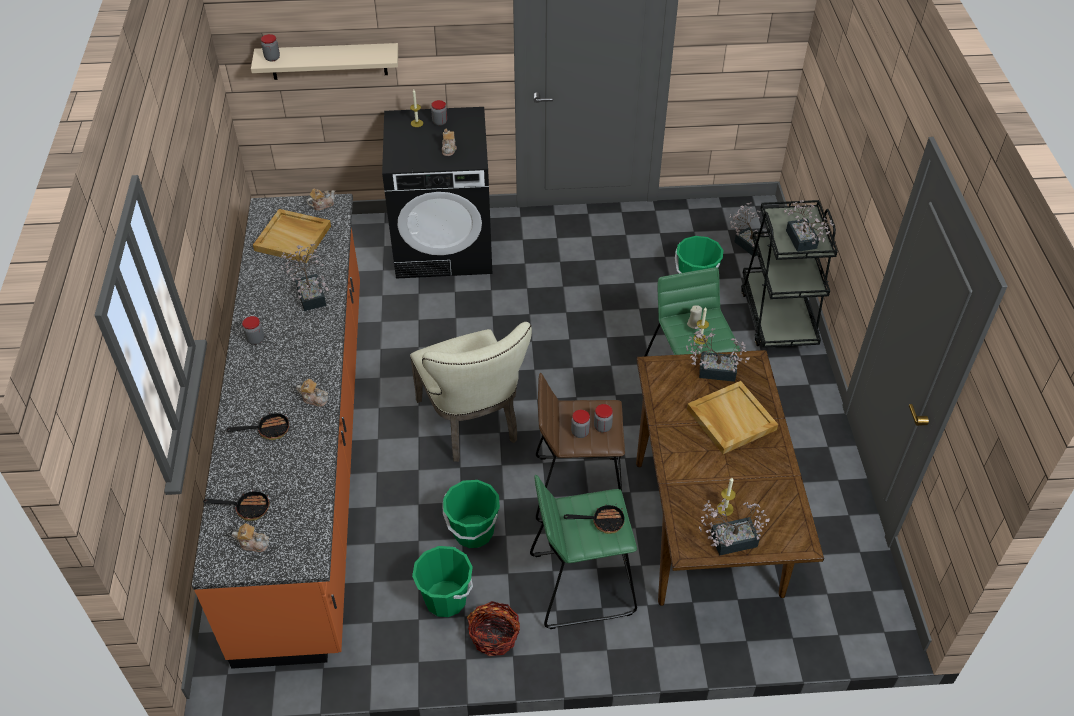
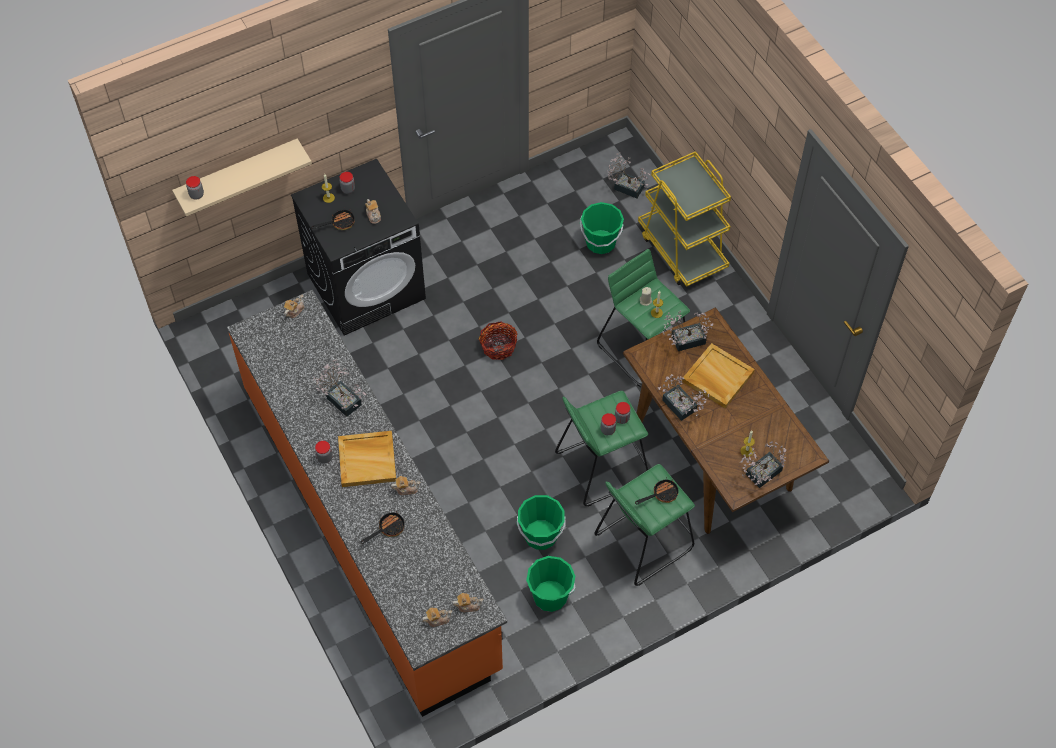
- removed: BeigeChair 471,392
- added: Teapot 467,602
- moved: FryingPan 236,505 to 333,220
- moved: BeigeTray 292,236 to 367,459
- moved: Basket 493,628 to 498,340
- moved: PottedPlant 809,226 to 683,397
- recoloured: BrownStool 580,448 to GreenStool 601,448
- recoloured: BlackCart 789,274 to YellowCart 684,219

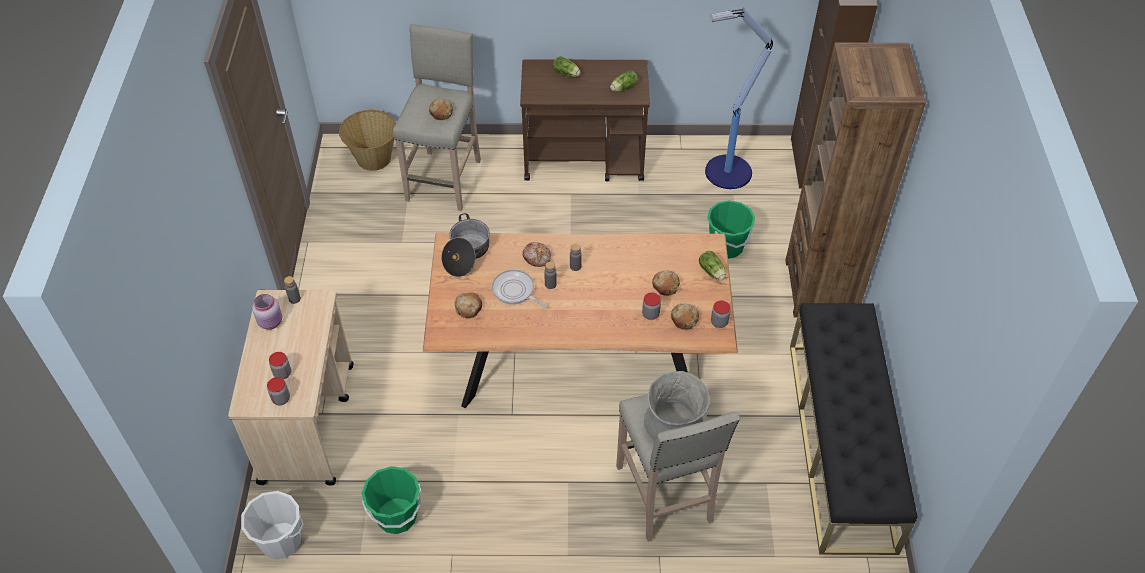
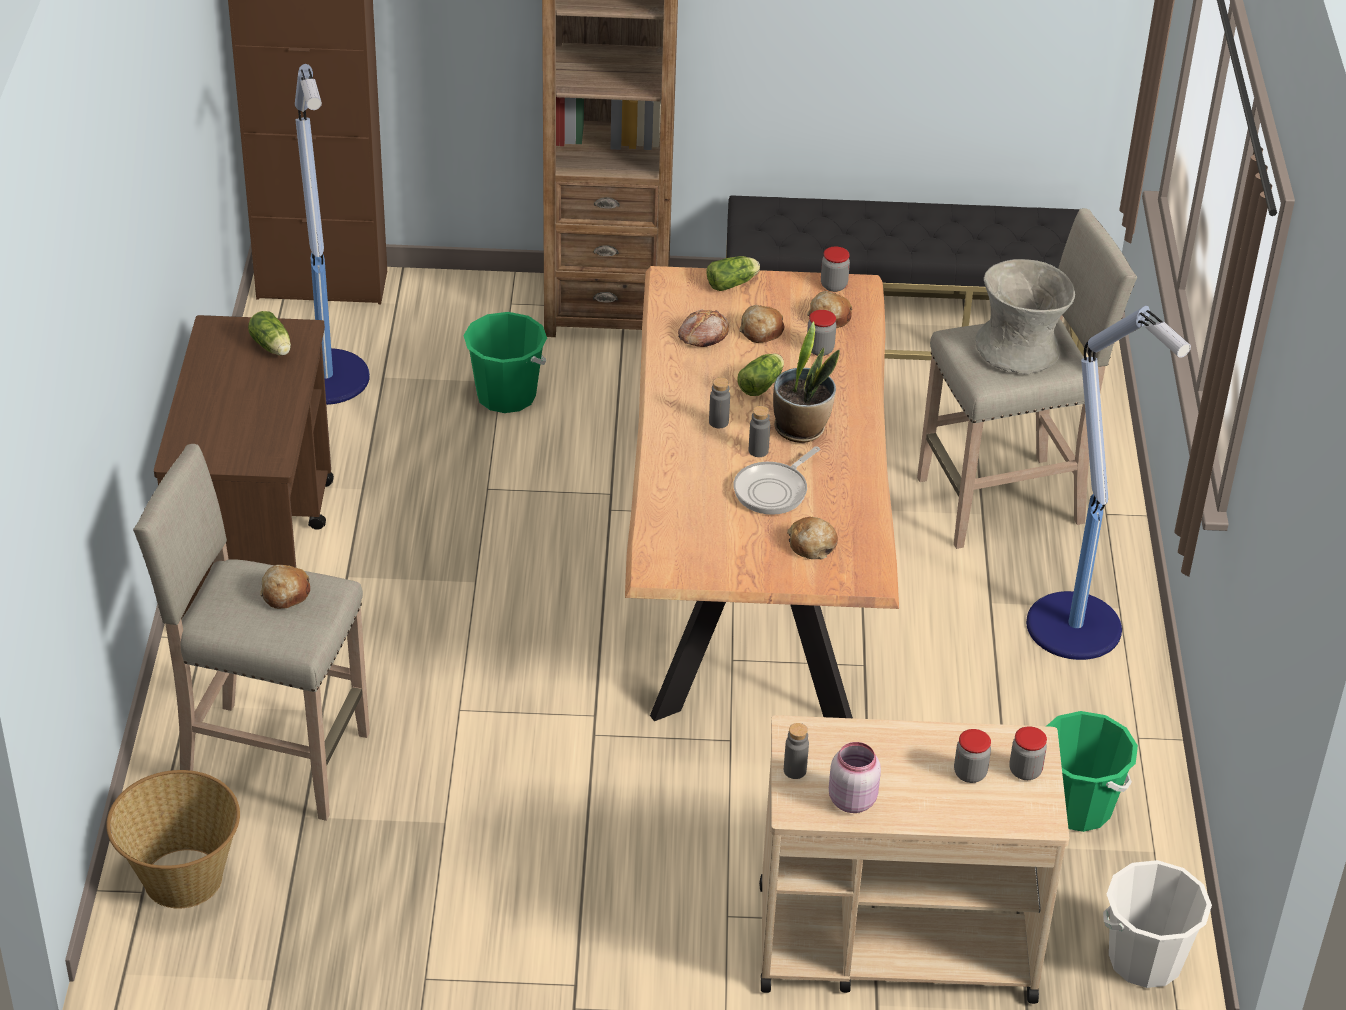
- removed: CookingPot 465,245
- added: PottedPlant 806,382
- added: FloorLamp 1108,483
- moved: Bread 537,254 to 703,328
- moved: Lettuce 567,66 to 760,374

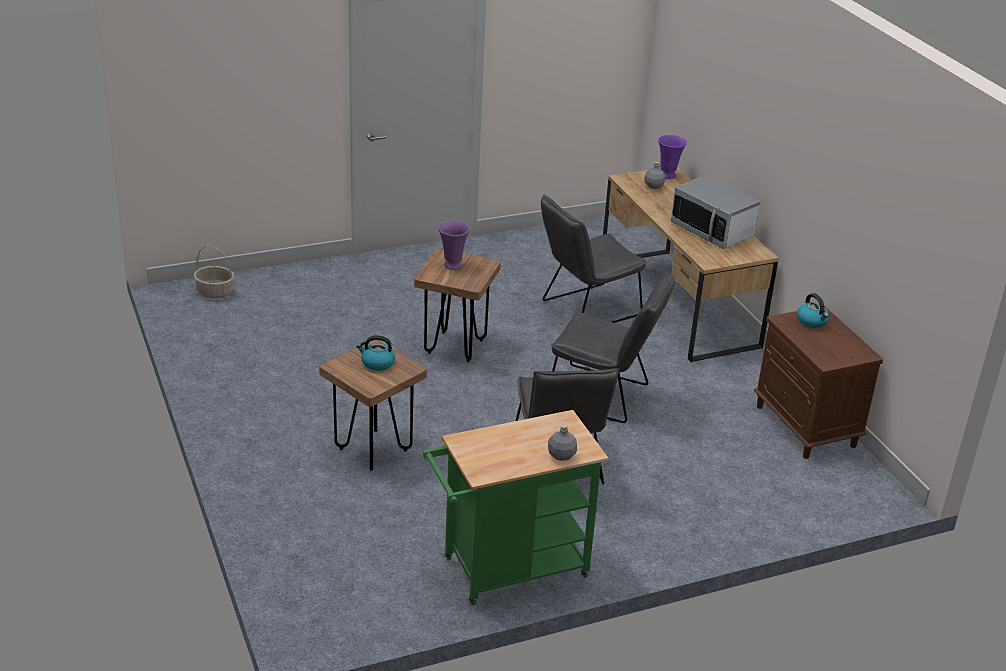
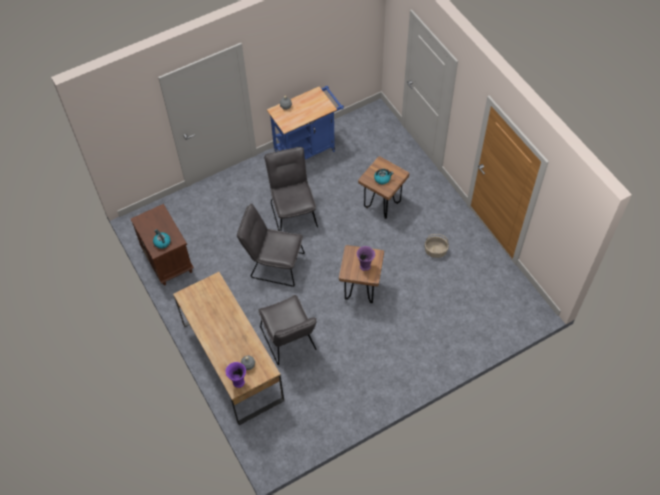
- removed: Microwave 715,212
- moved: Basket 214,272 to 437,246
- recoloured: GreenCart 516,508 to BlueCart 305,123
- turned: GreyChair 594,258 = 288,330 105 degrees clockwise

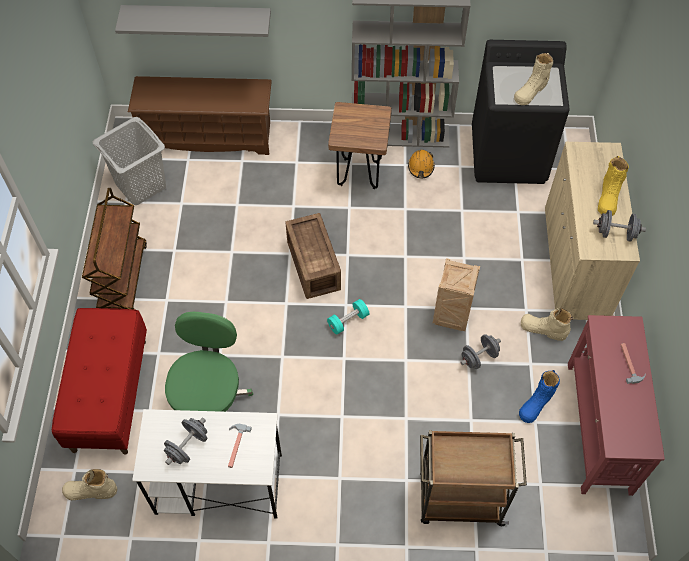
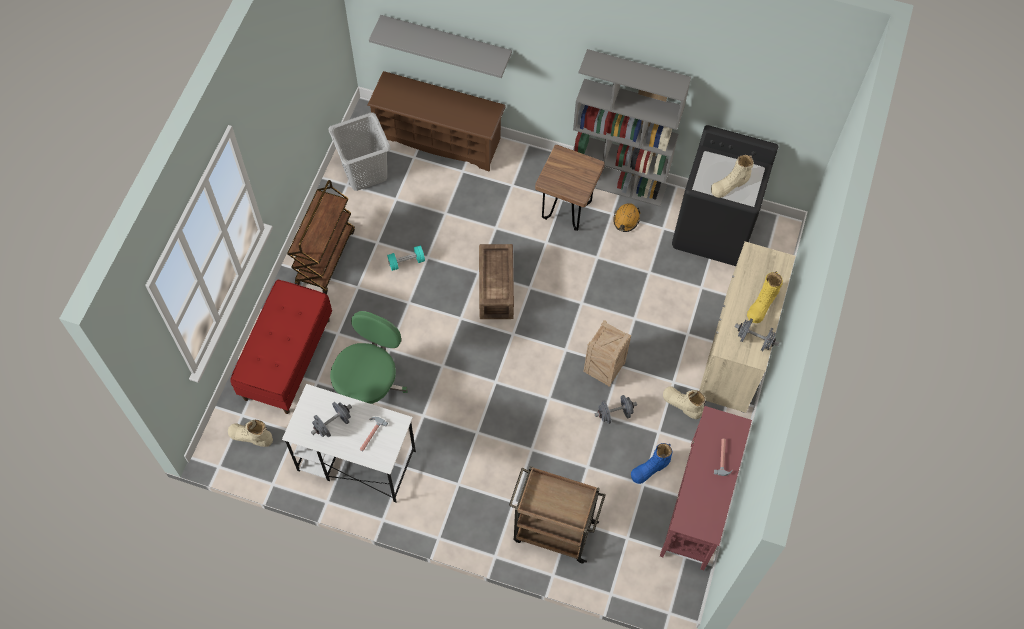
- moved: TurquoiseDumbbell 348,317 to 406,258

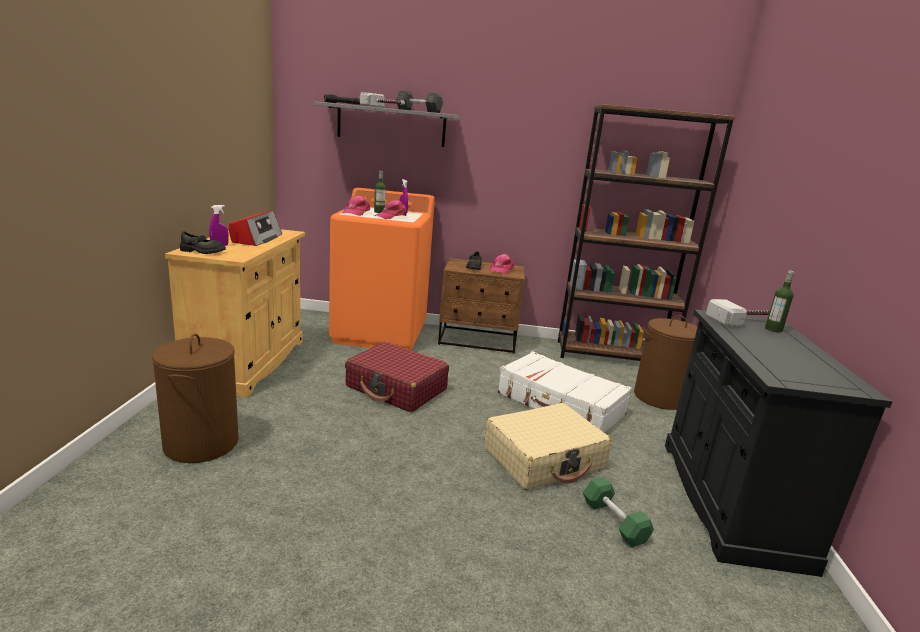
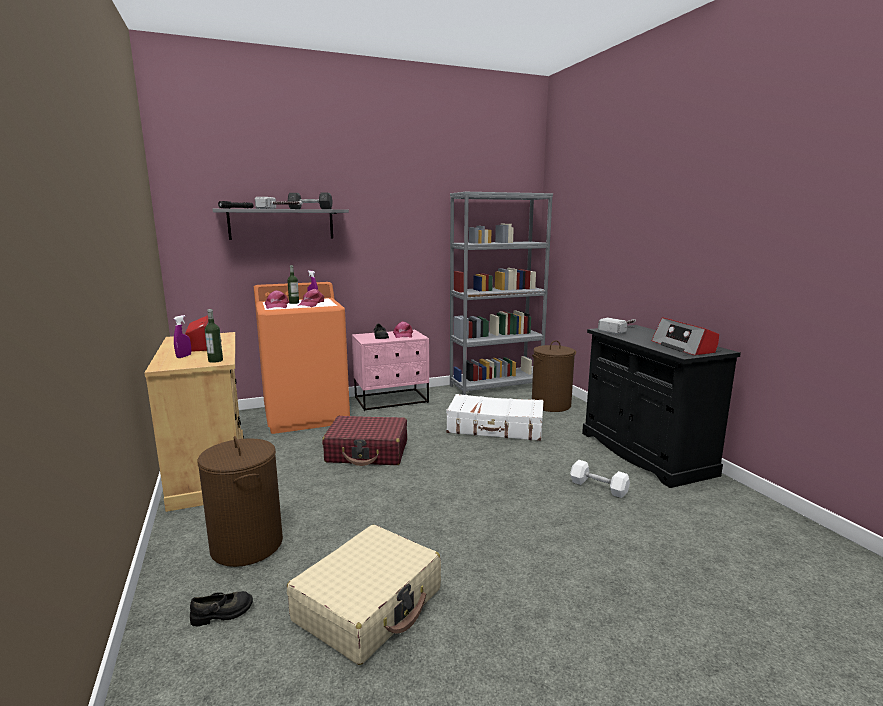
- added: Radio 685,336
- moved: BlackShoe 203,242 to 221,608
- moved: BeigeSuitcase 548,446 to 364,595
- moved: Bottle 779,301 to 214,336
- recoloured: BrownNightstand 481,306 to PinkNightstand 390,370
- recoloured: BrownBookcase 646,232 to GreyBookcase 501,293
- recoloured: GreenDumbbell 618,512 to WhiteDumbbell 600,479

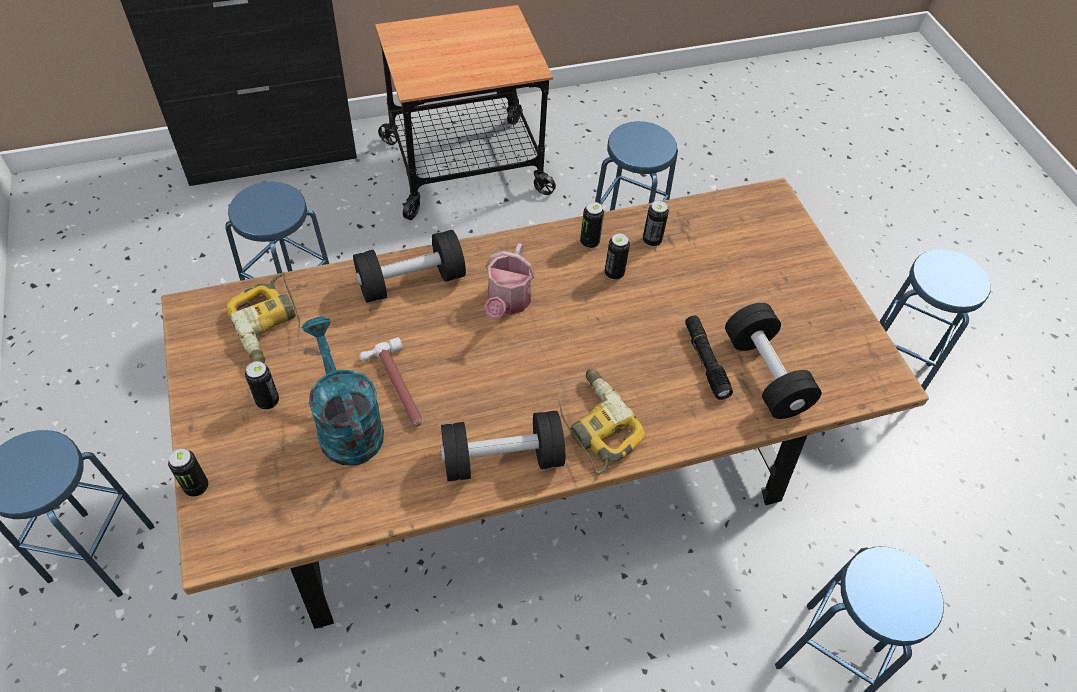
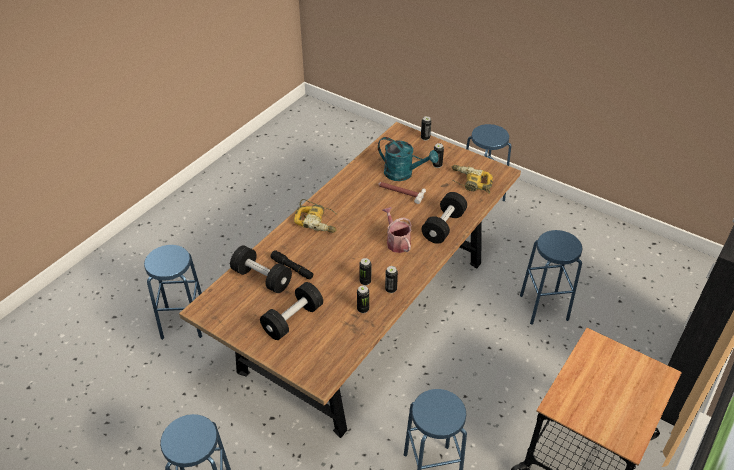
- moved: BlackDumbbell 502,446 to 291,311

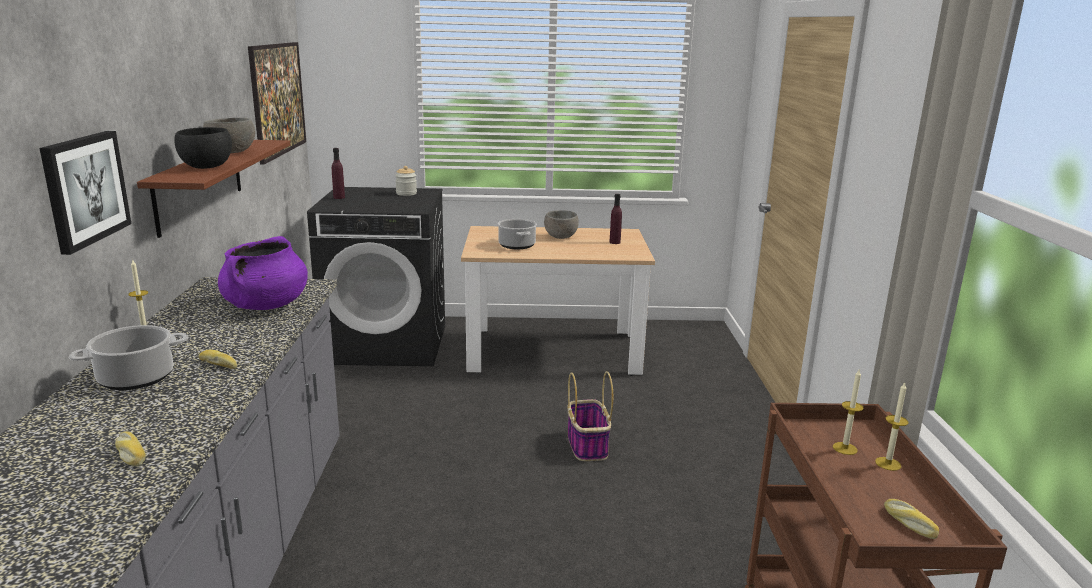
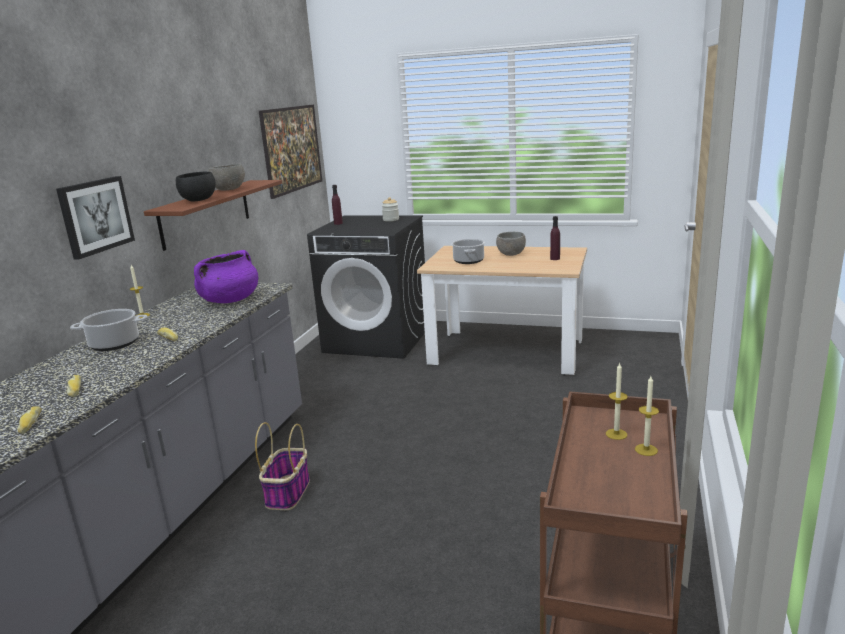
- moved: Basket 590,416 to 282,466
- moved: Bread 911,519 to 29,420

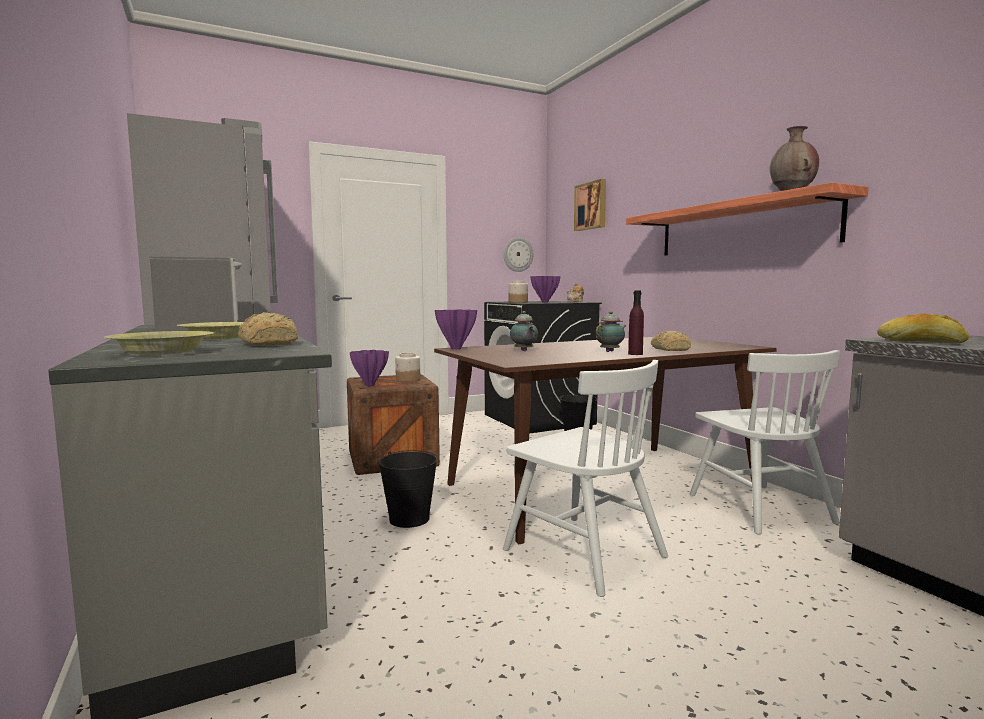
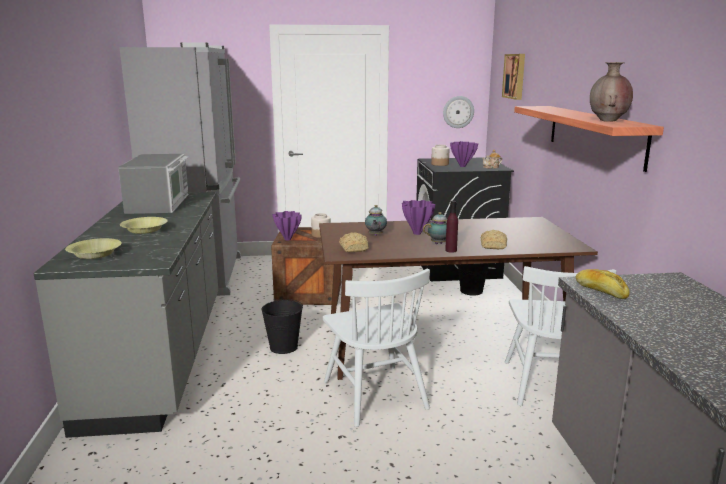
- moved: Bread 268,328 to 354,242
- moved: PurpleVase 456,330 to 419,217

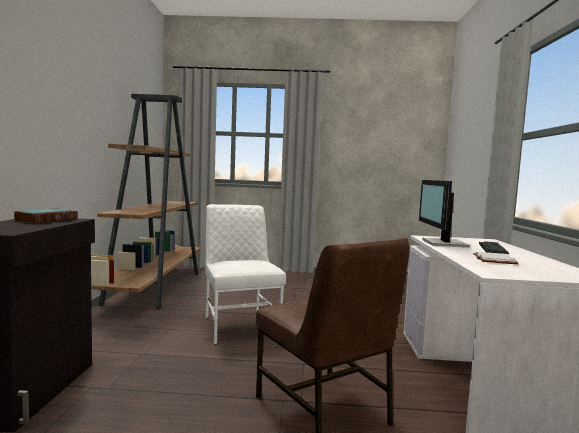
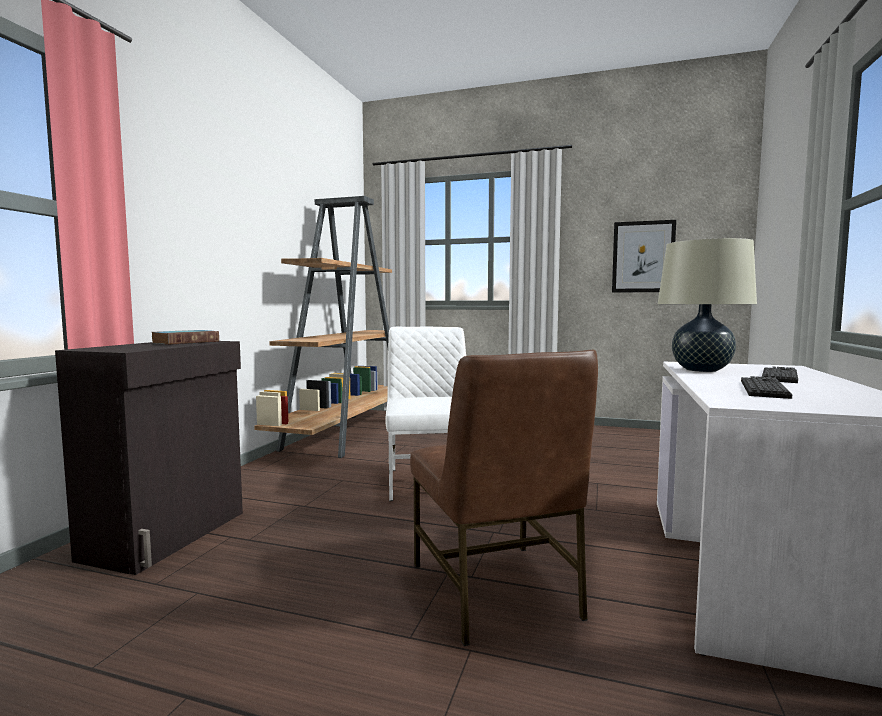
- added: Picture 644,256
- replaced: Monitor 444,214 to BeigeTableLamp 707,305
- replaced: WhiteBook 496,258 to Keyboard 766,387

